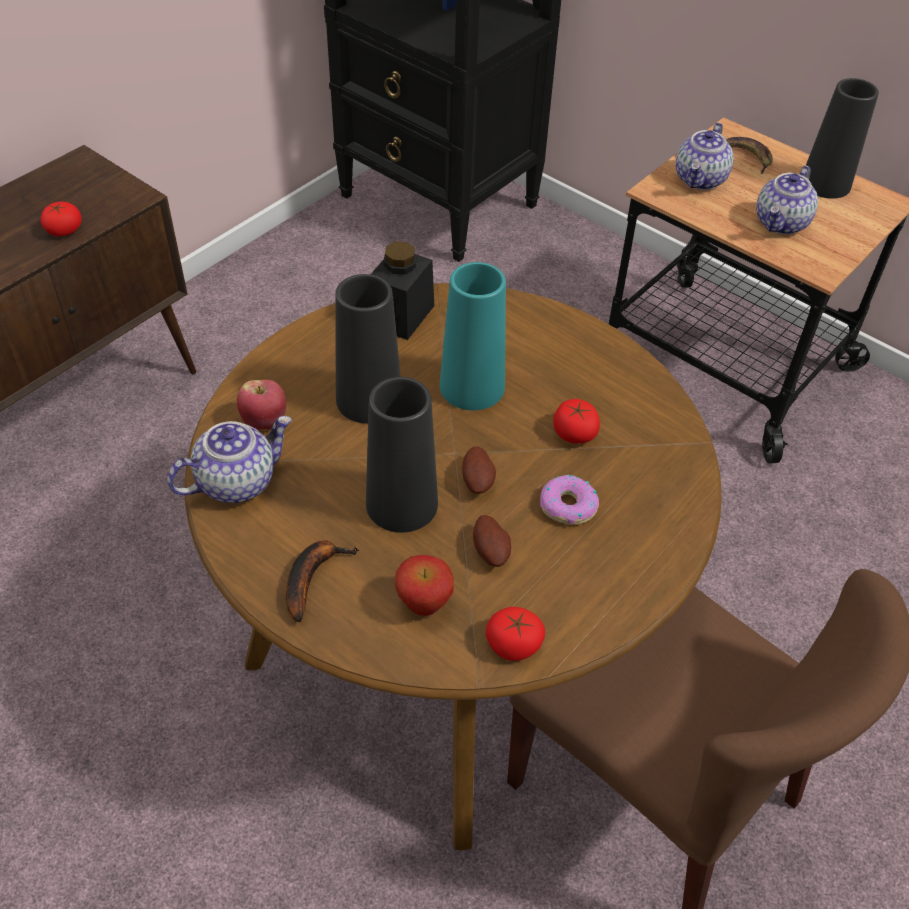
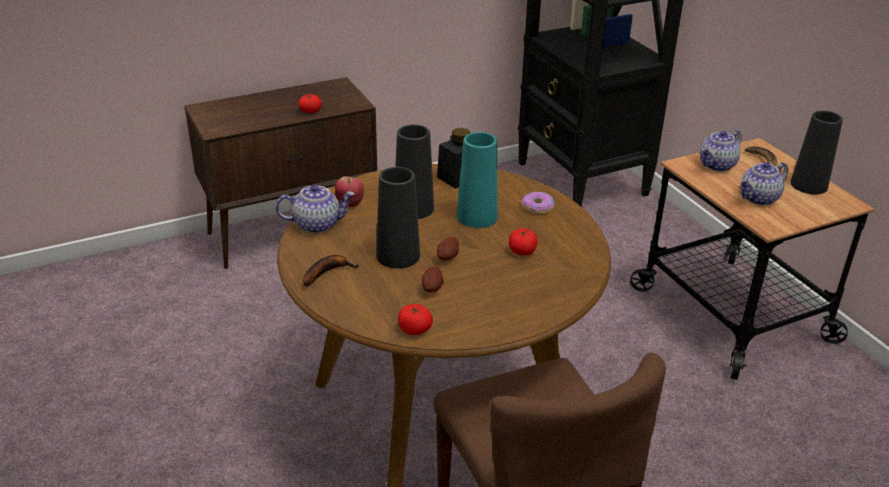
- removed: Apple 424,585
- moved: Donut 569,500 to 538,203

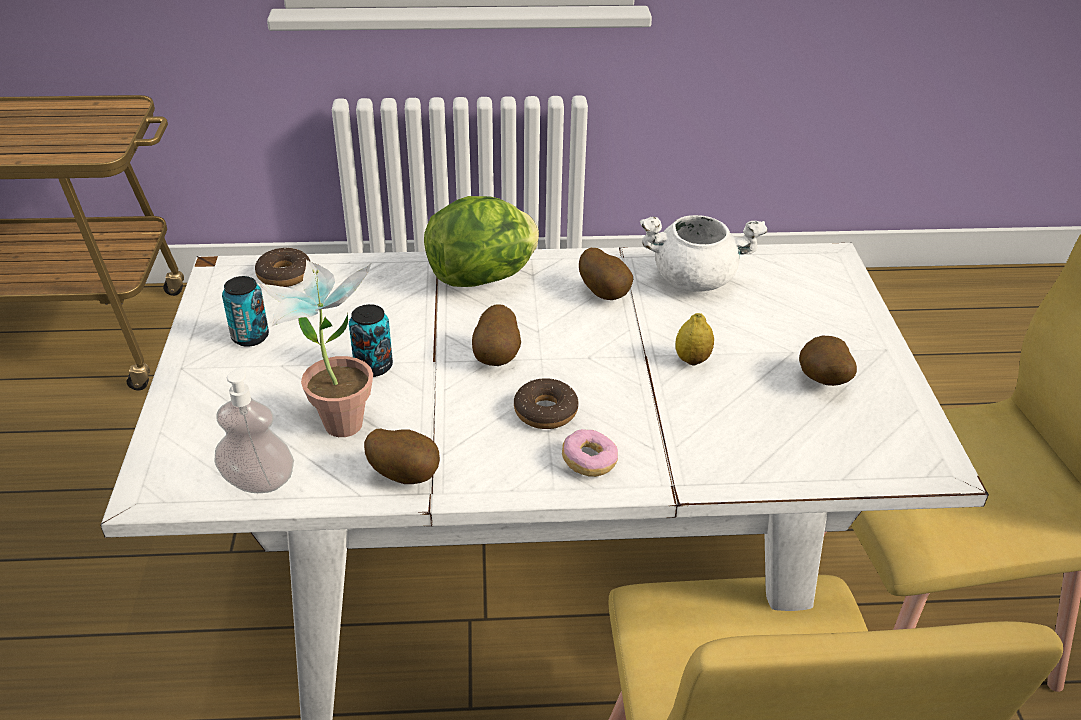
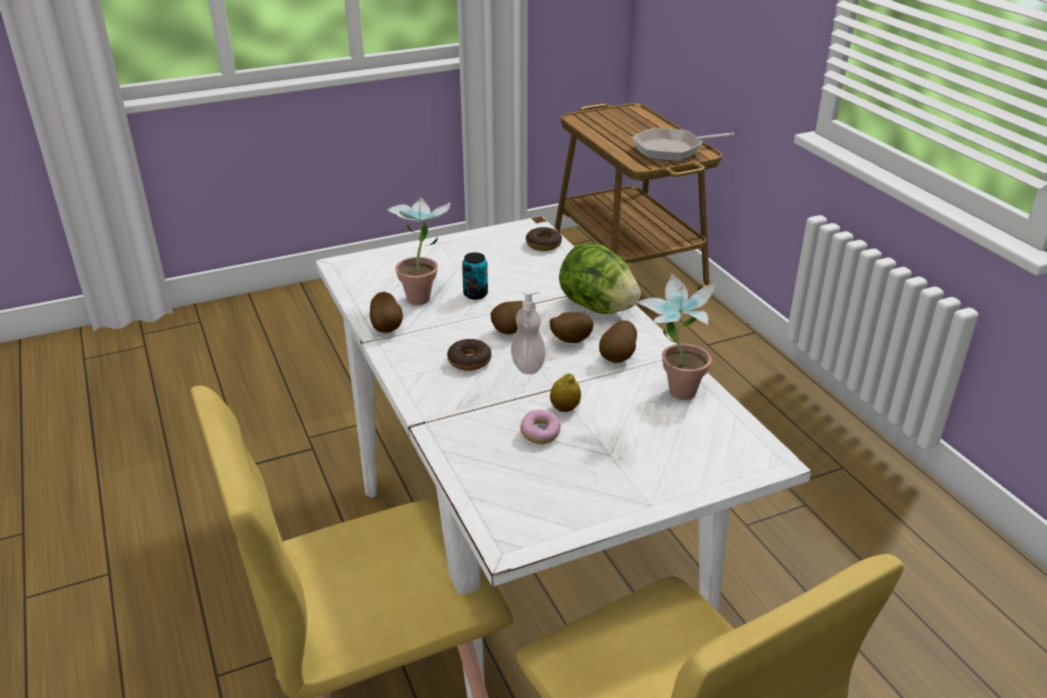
- removed: Can 245,311
- added: FryingPan 683,144
- moved: SoapDispenser 254,430 to 528,331
- moved: Donut 590,453 to 540,426
- moved: Potato 828,360 to 572,327
- replaced: WhiteCookingPot 703,253 to PottedPlant 677,336

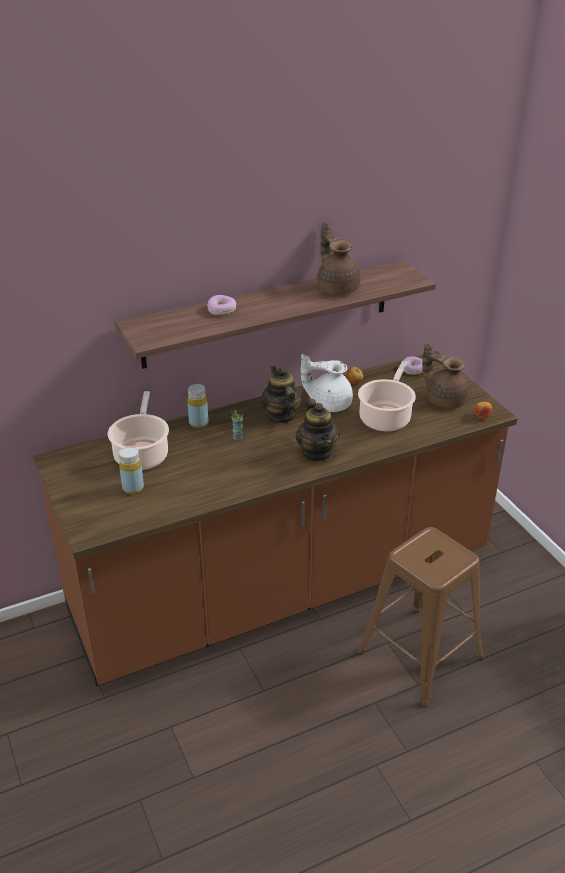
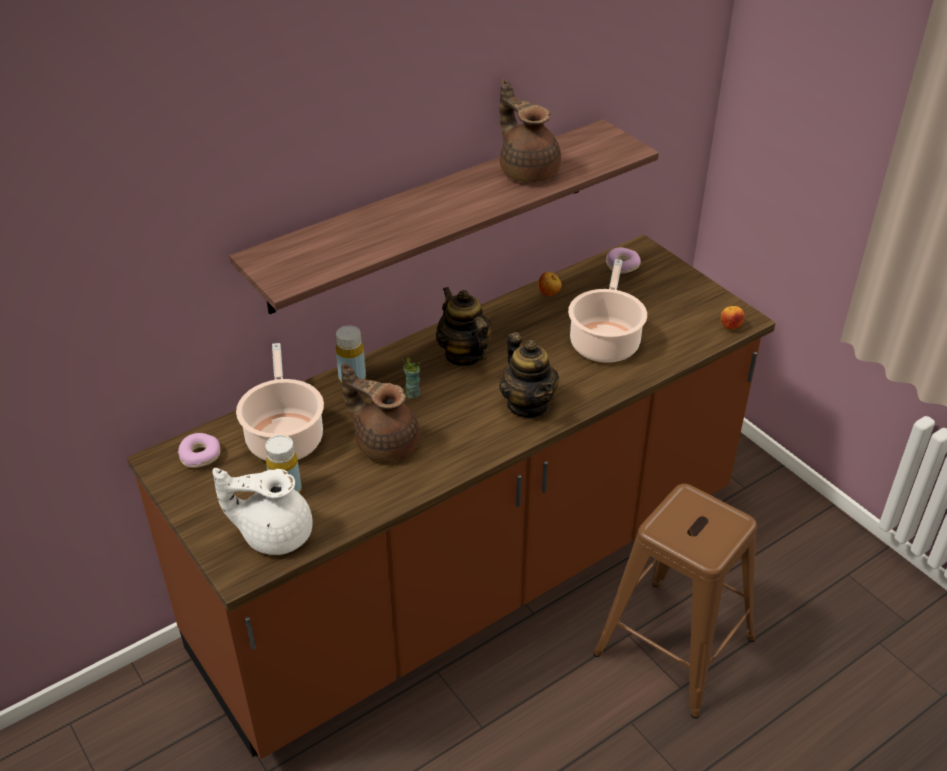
- moved: Donut 221,305 to 199,450
- moved: WhiteTeapot 327,383 to 262,511
- moved: BrownTeapot 445,375 to 380,412

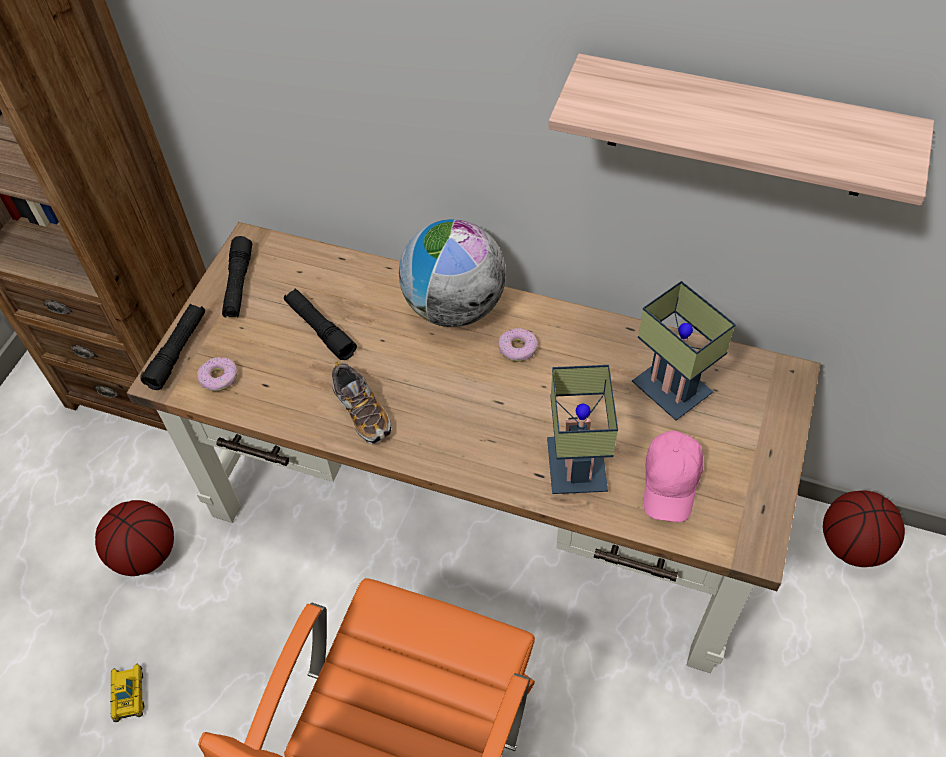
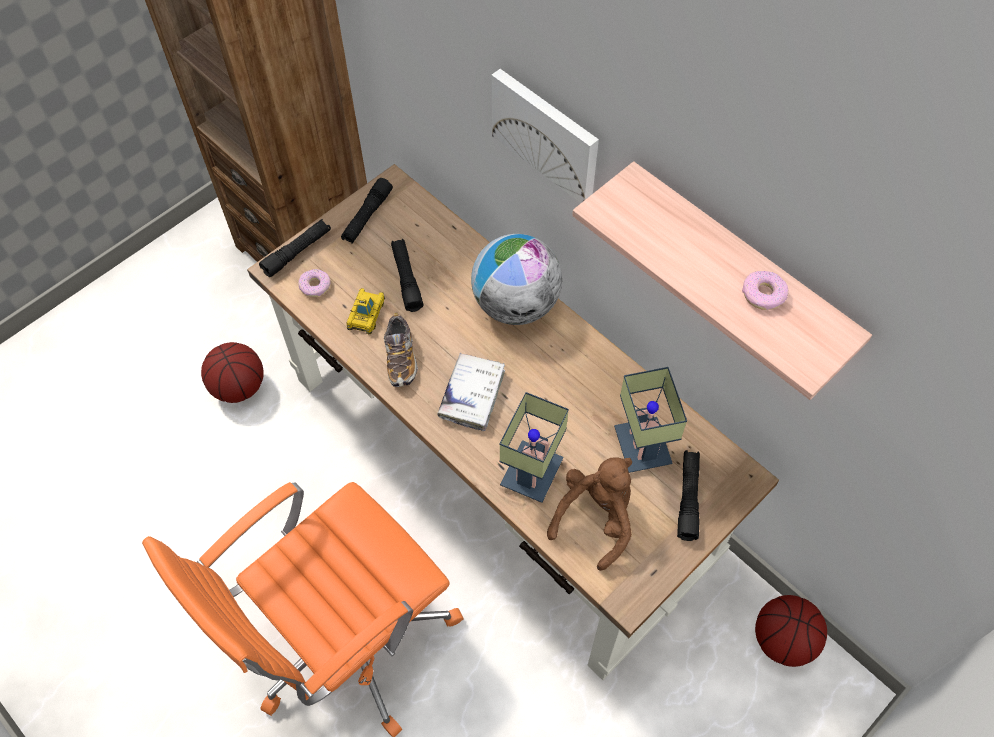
- added: WhiteBook 471,392
- added: Picture 545,136
- added: BlackFlashlight 688,495
- moved: ToyCar 127,692 to 365,311
- moved: Donut 518,345 to 765,290
- replaced: PinkCap 673,476 to BrownPlushToy 589,514

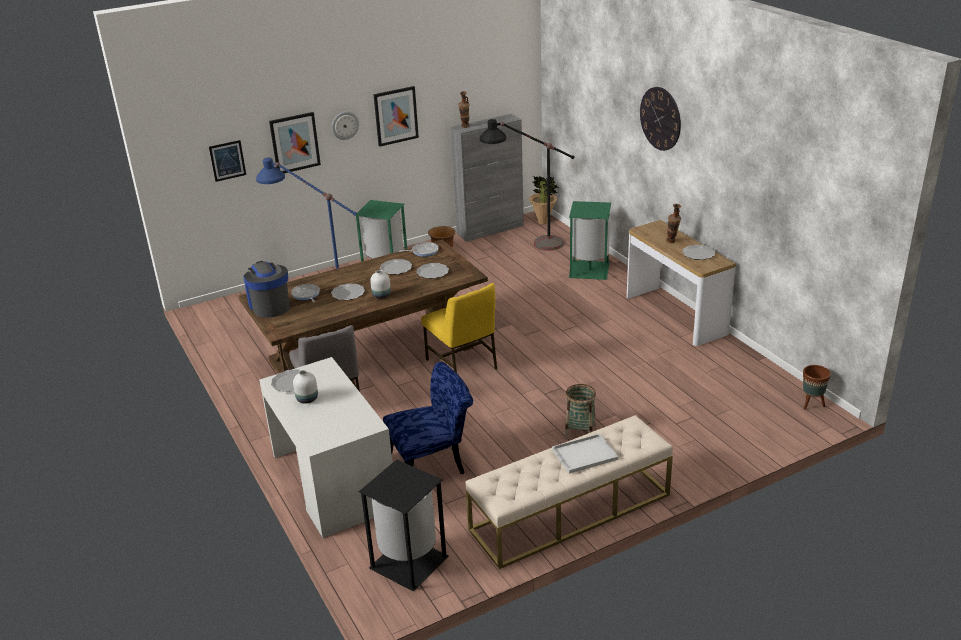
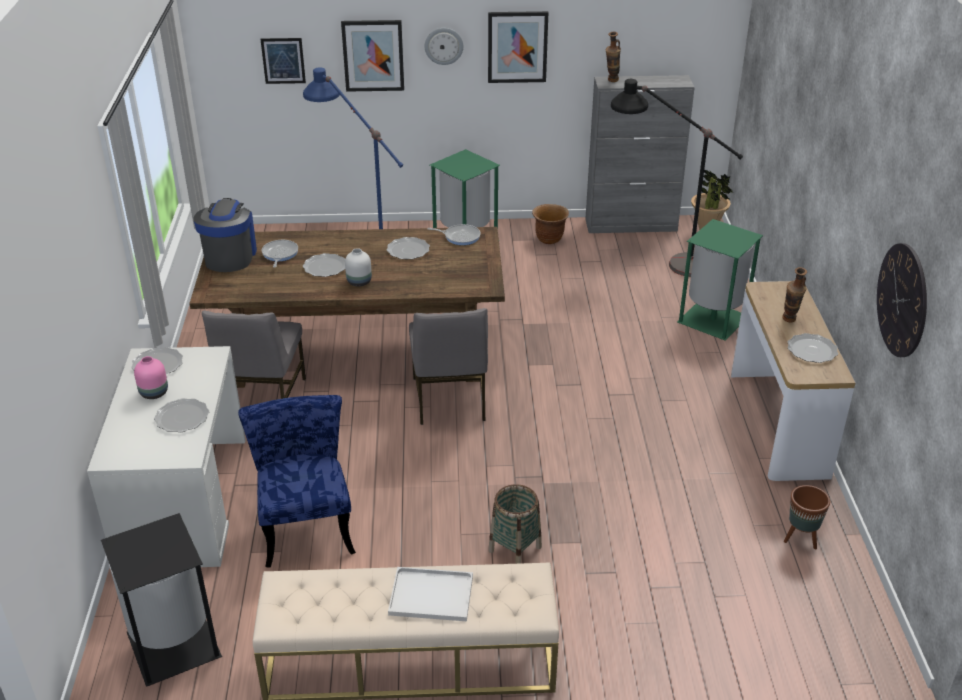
- moved: Plate 432,271 to 181,415
- moved: WallClock 660,119 to 902,300
- moved: BrownPlanter 817,387 to 807,517
- recoloured: WhiteVase 305,387 to PinkVase 151,377
- recoloured: YellowChair 459,328 to GreyChair 448,366
- turned: BlueChair 428,418 = 297,481 105 degrees counterclockwise

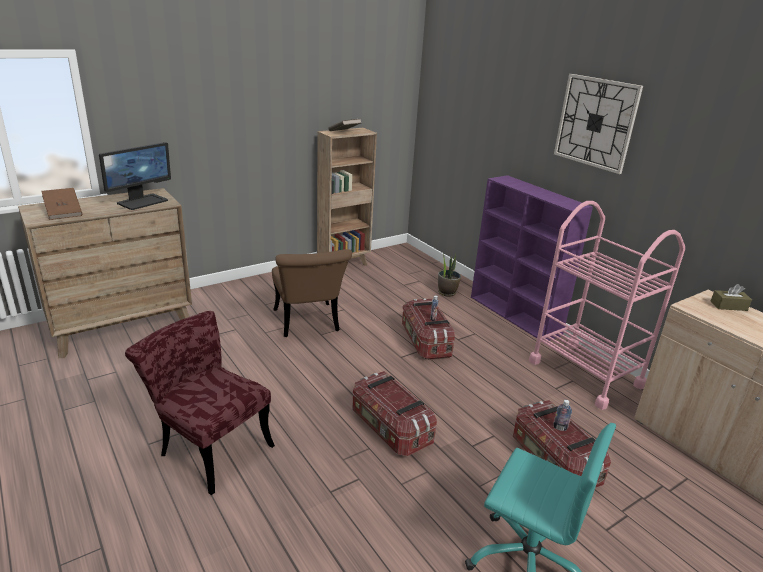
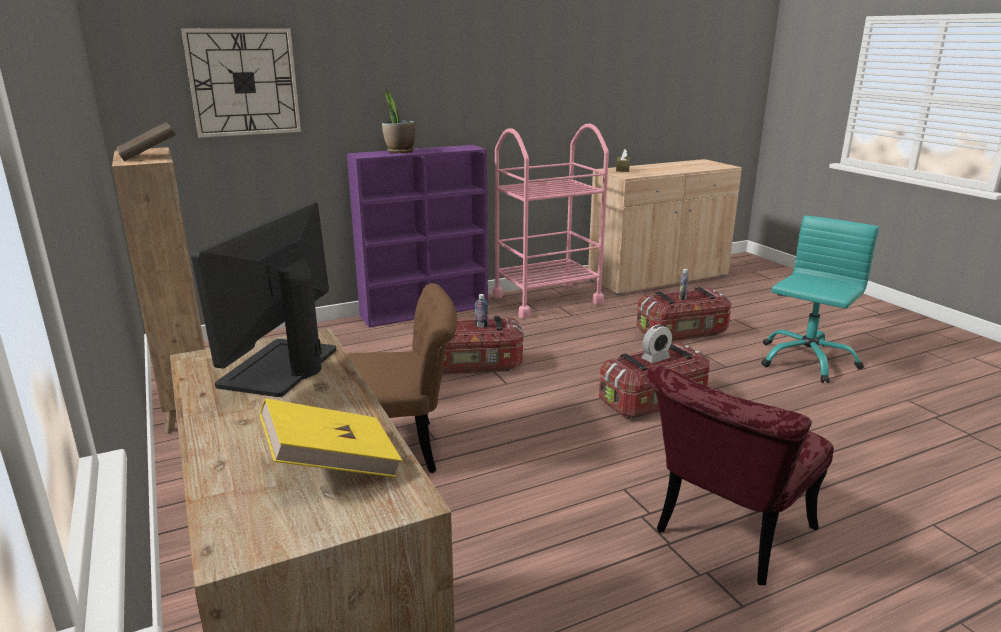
- added: AlarmClock 656,344
- moved: PottedPlant 449,274 to 399,121
- moved: WallClock 598,124 to 241,83
- recoloured: BrownBook 61,204 to YellowBook 331,438
- turned: Monitor 135,176 = 263,299 120 degrees counterclockwise

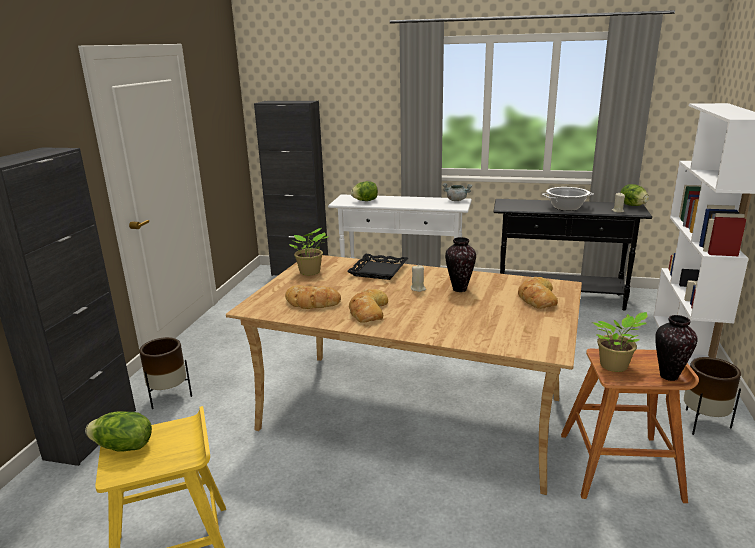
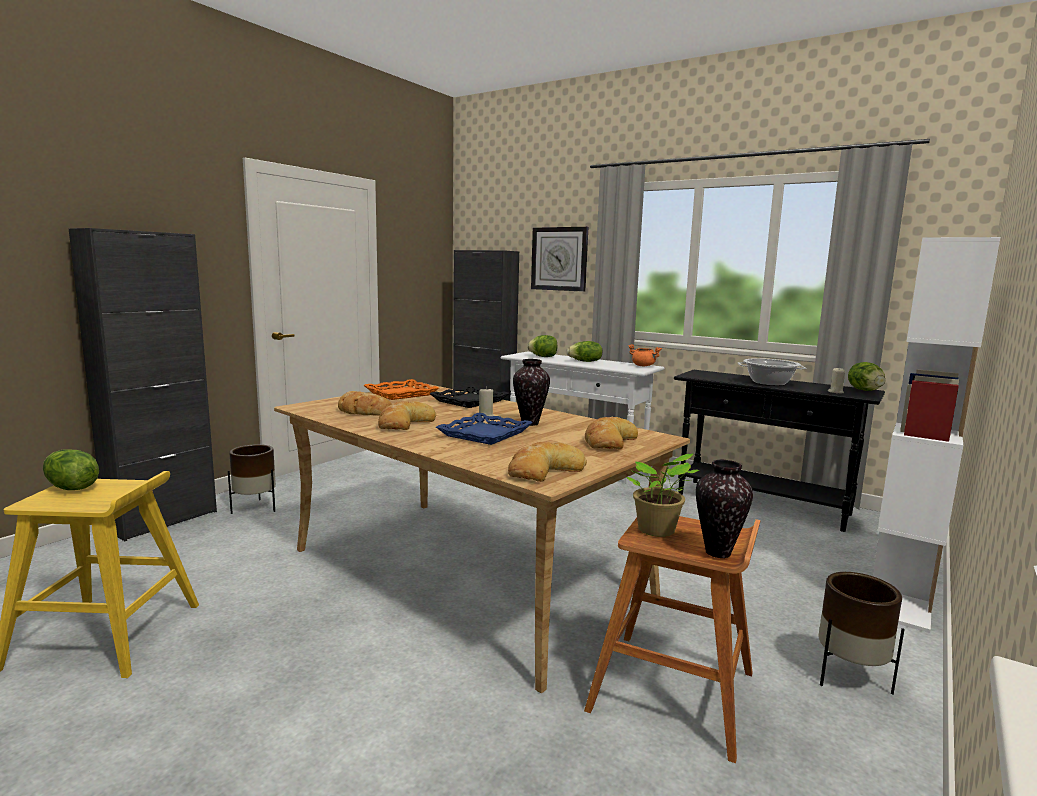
- added: BlueTray 484,429
- added: Bread 547,461
- added: WallClock 559,259
- added: Lettuce 584,351
- replaced: PottedPlant 309,251 to OrangeTray 401,389
- recoloured: GreyCookingPot 457,192 to OrangeCookingPot 645,355

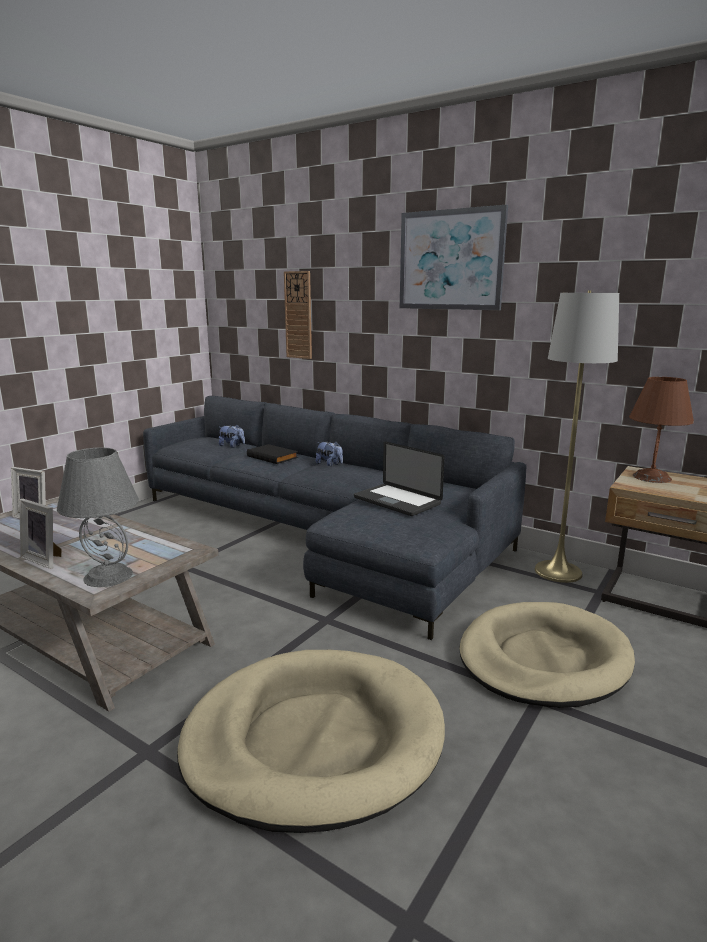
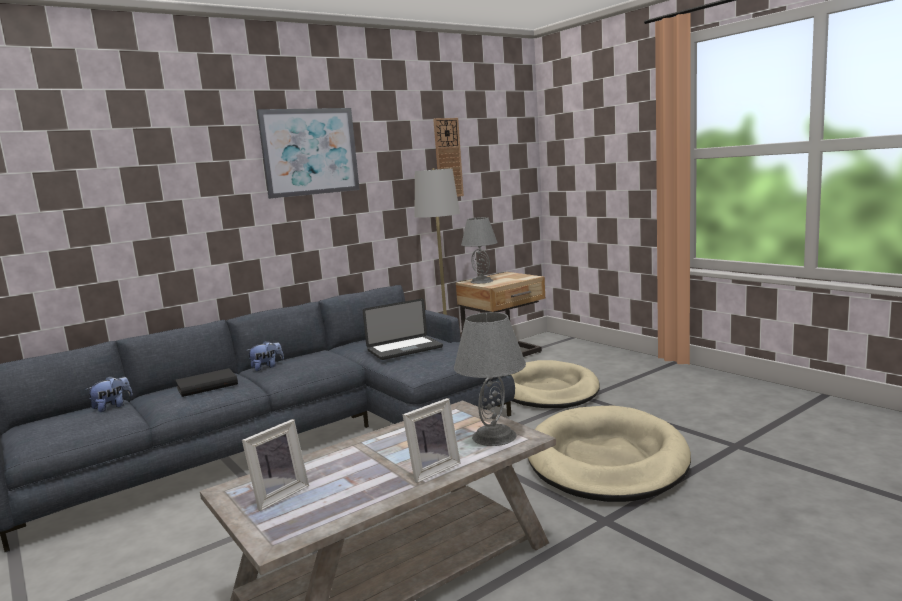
- moved: WallClock 298,315 to 448,157
- recoloured: BrownTableLamp 661,430 to GreyTableLamp 479,250

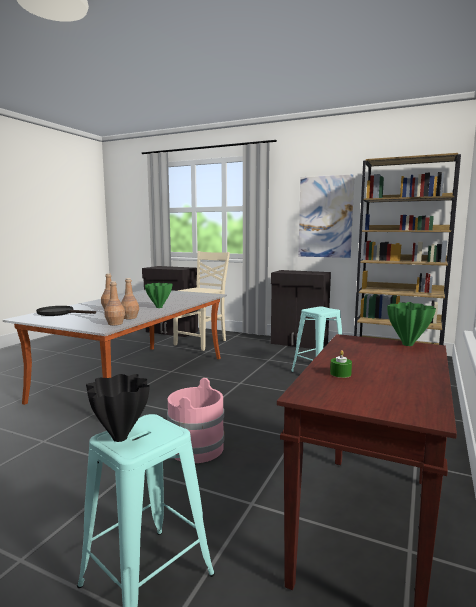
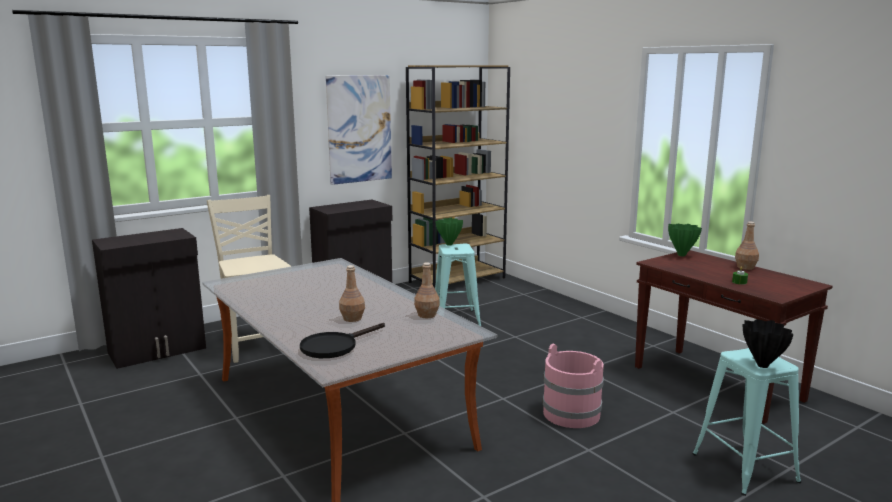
- moved: BrownBottle 114,303 to 747,246
- moved: GreenVase 158,295 to 449,232

